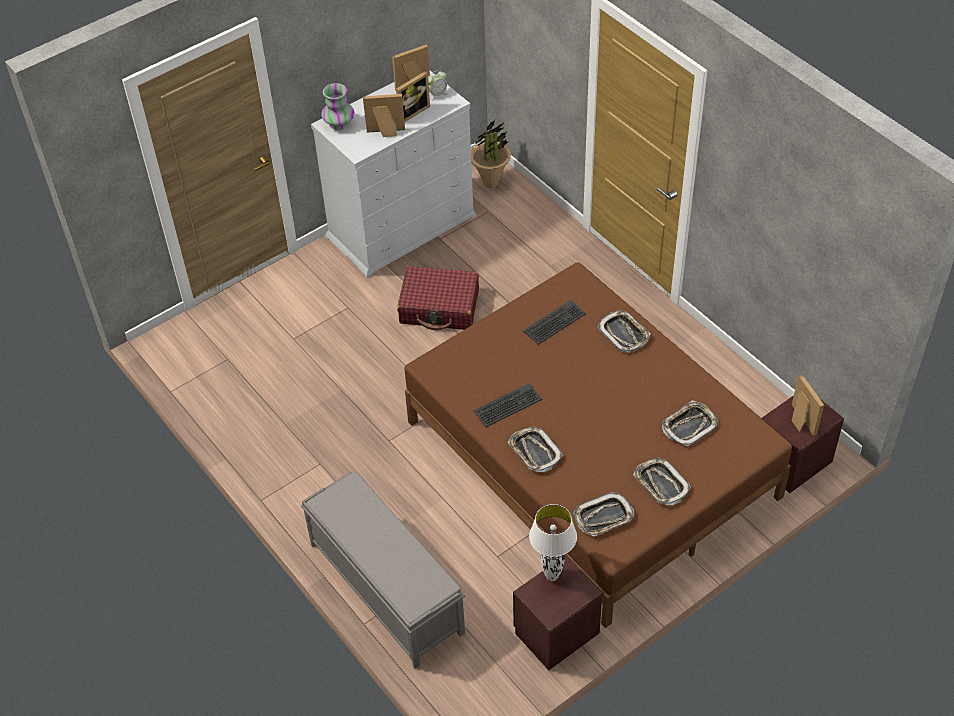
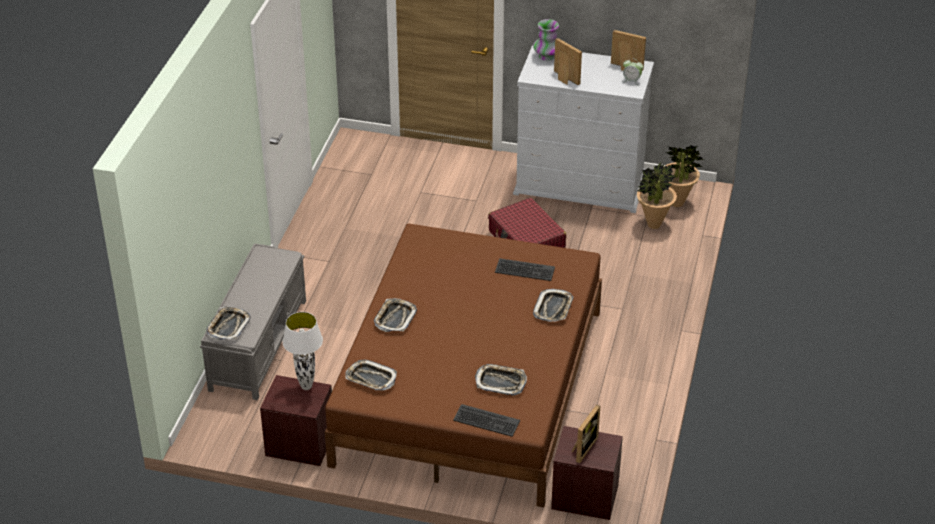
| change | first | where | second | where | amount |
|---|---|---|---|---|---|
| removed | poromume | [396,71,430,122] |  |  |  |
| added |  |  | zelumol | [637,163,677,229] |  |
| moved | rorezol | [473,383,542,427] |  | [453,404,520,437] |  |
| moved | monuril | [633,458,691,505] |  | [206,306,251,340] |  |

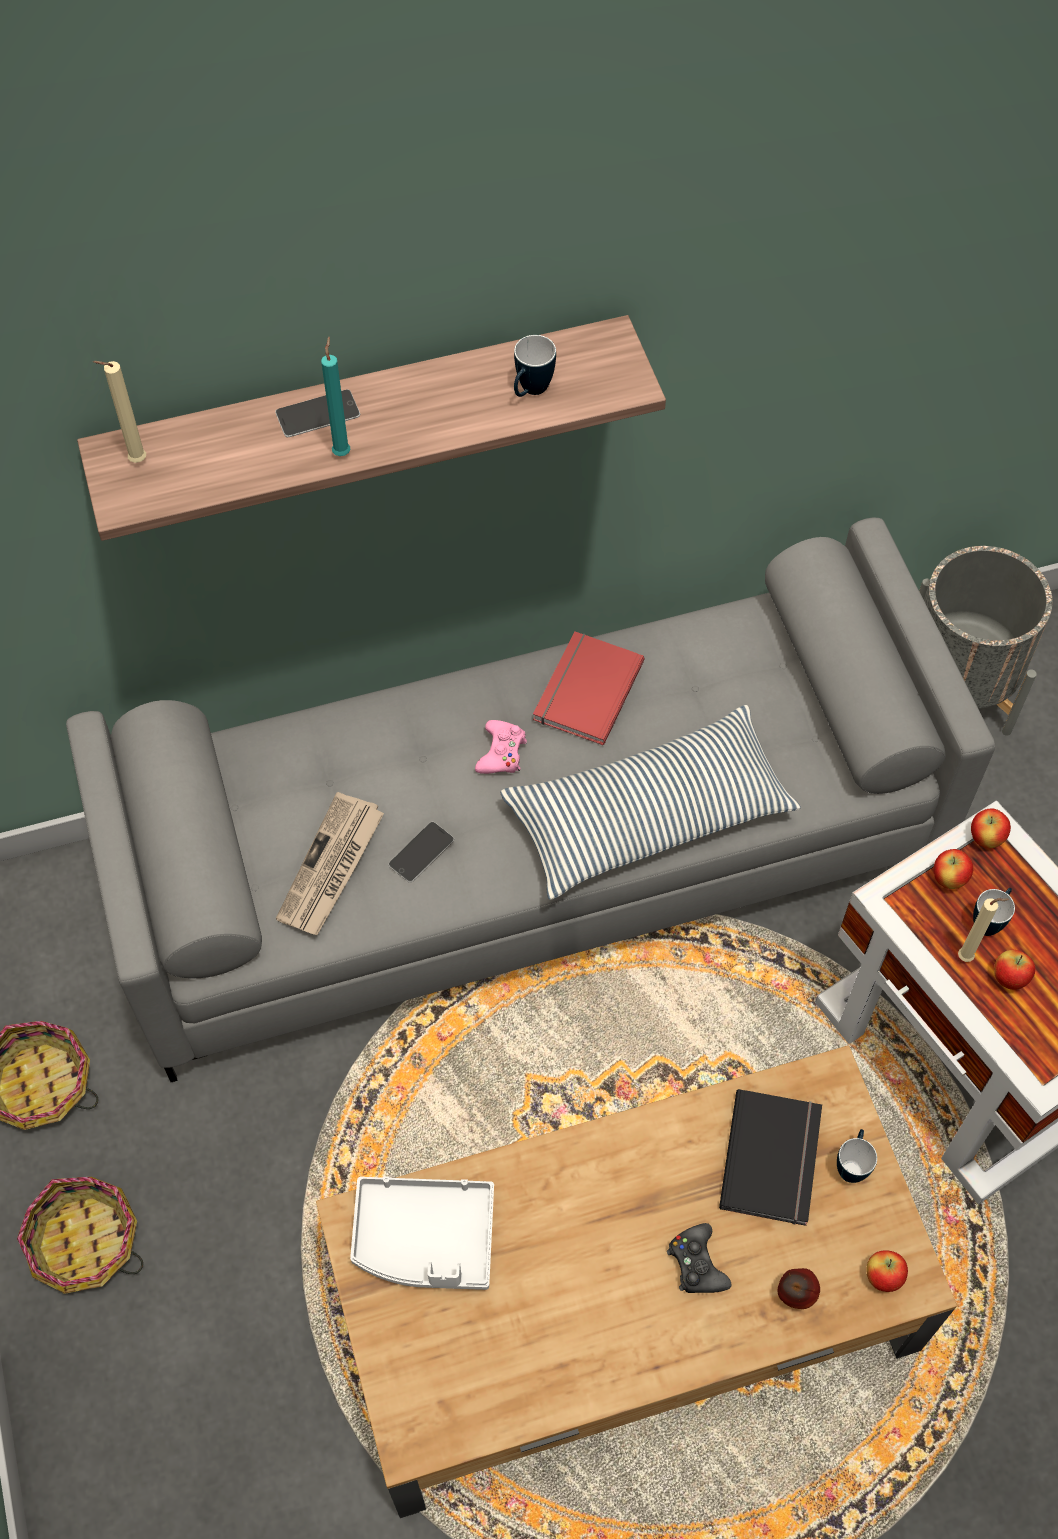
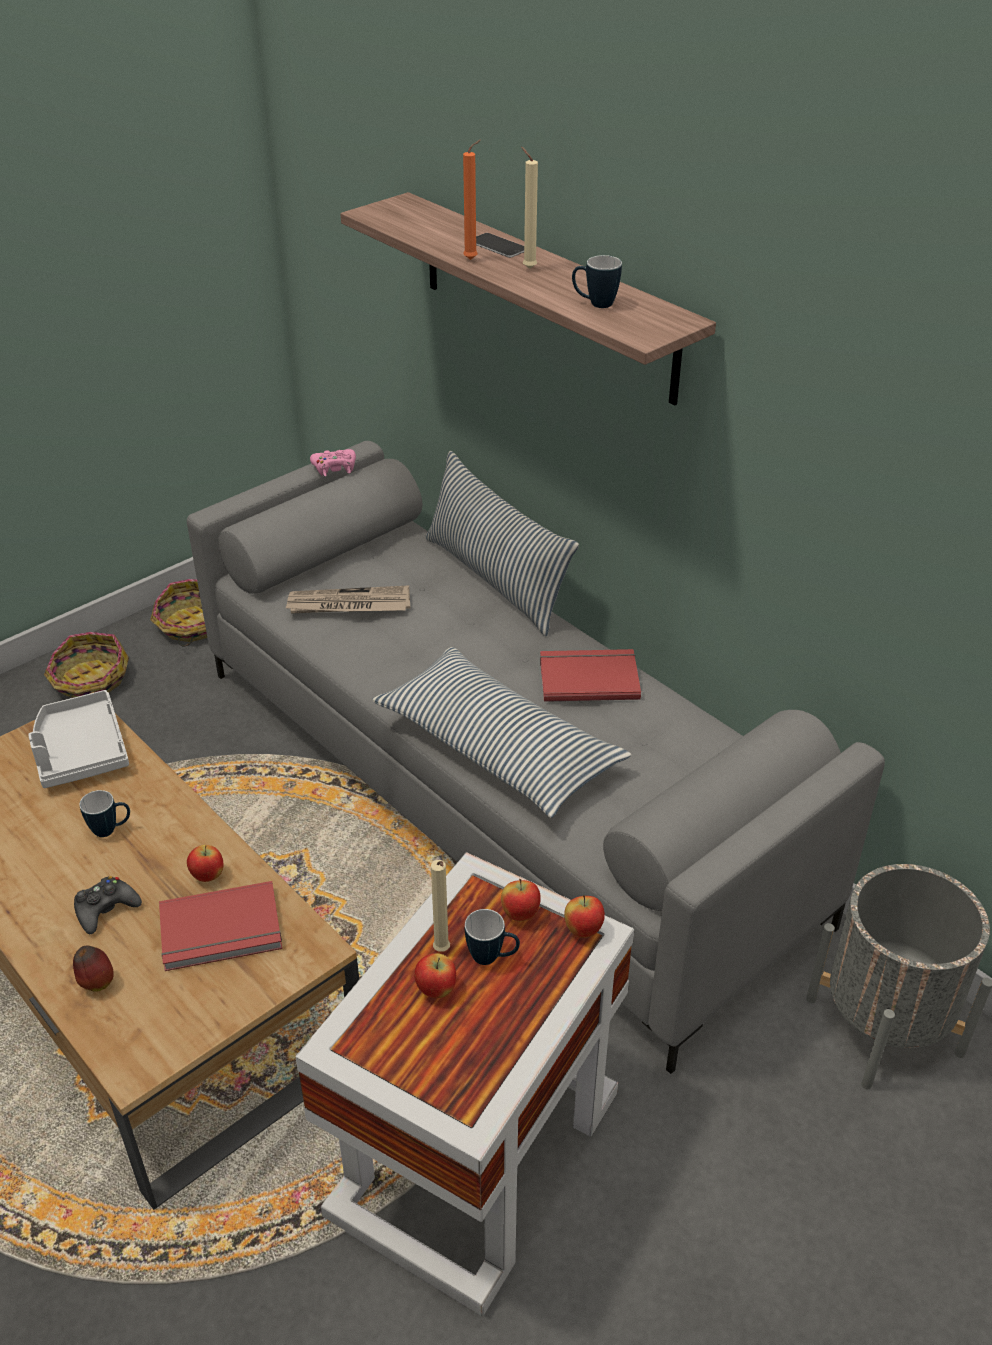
| change | first | where | second | where | amount |
|---|---|---|---|---|---|
| removed | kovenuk | [388,822,454,883] |  |  |  |
| added |  |  | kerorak | [425,451,579,636] |  |
| moved | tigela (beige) | [93,361,146,463] |  | [521,147,538,269] |  |
| moved | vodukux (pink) | [475,720,527,774] |  | [310,449,356,476] |  |
| moved | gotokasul | [837,1129,877,1183] |  | [79,790,130,837] |  |
| moved | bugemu | [866,1250,908,1292] |  | [187,845,224,882] |  |
| recoloured | tigela (turquoise) | [321,337,351,456] | tigela (orange) | [463,140,481,260] |  |
| recoloured | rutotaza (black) | [719,1089,822,1226] | rutotaza (red) | [159,881,282,971] |  |

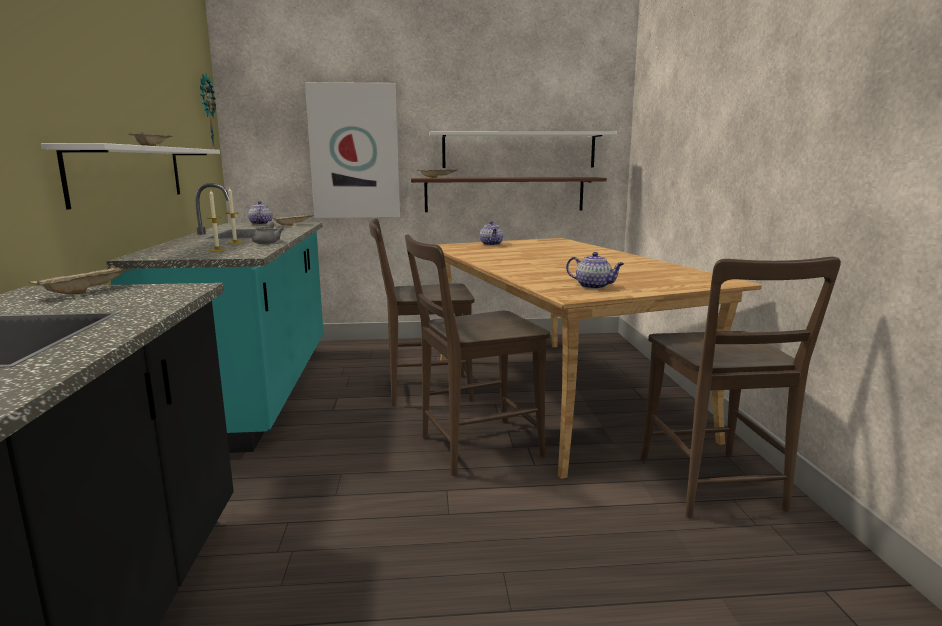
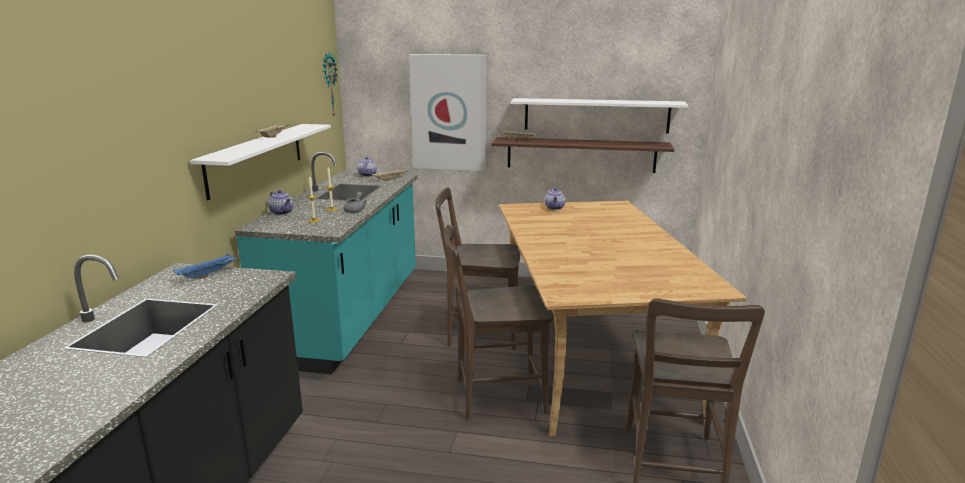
| change | first | where | second | where | amount |
|---|---|---|---|---|---|
| moved | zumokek | [566,252,624,289] |  | [268,190,294,215] |  |
| recoloured | monuril (beige) | [28,265,134,294] | monuril (blue) | [173,253,240,279] |  |

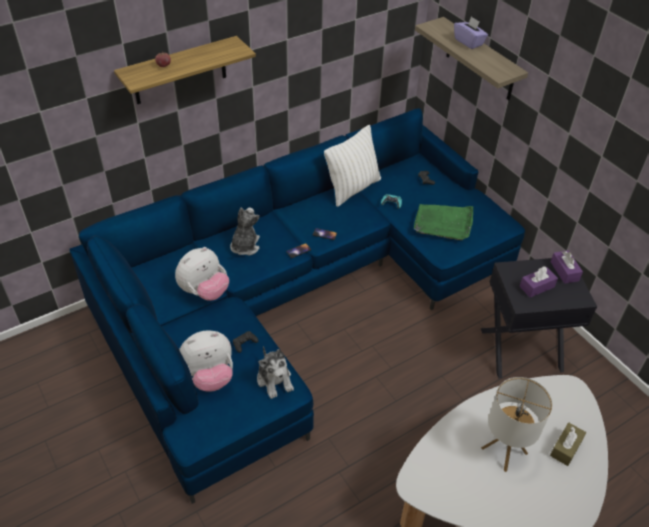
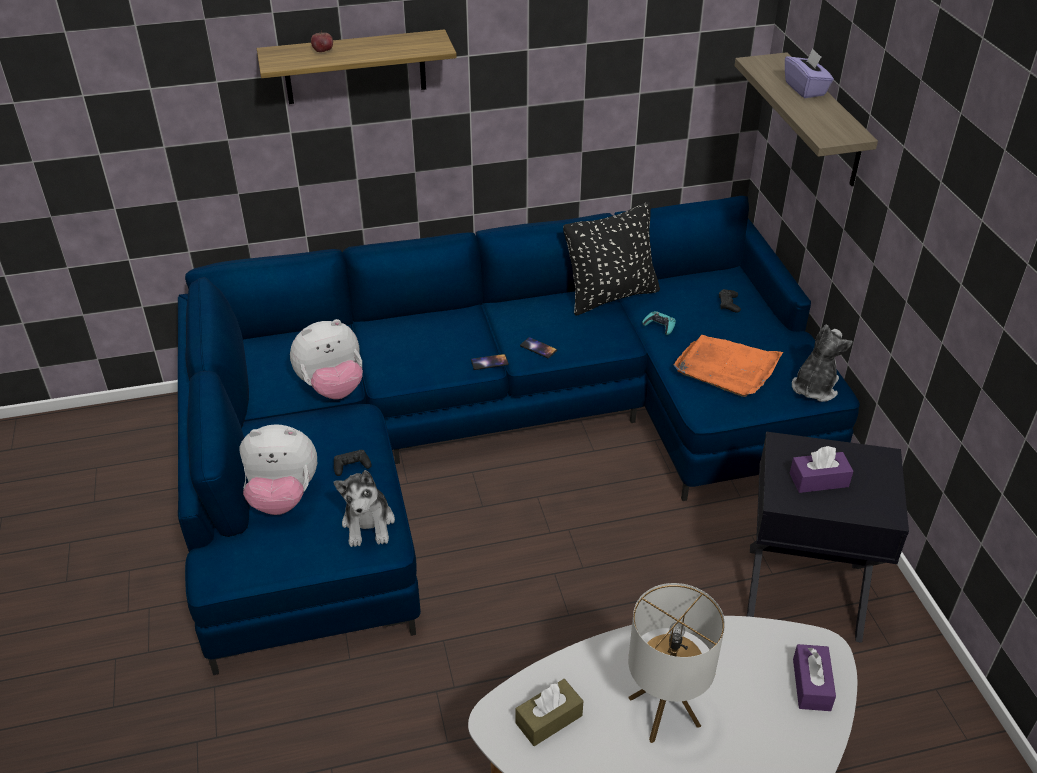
| change | first | where | second | where | amount |
|---|---|---|---|---|---|
| moved | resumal | [230,208,260,256] |  | [792,324,853,402] |  |
| moved | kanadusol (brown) | [550,422,586,466] |  | [515,679,583,746] |  |
| moved | kanadusol (purple) | [551,250,583,284] |  | [793,644,836,711] |  |
| recoloured | kerorak (white) | [324,125,381,207] | kerorak (black) | [563,202,660,316] |  |
| recoloured | monuril (green) | [414,204,473,240] | monuril (orange) | [674,335,783,397] |  |

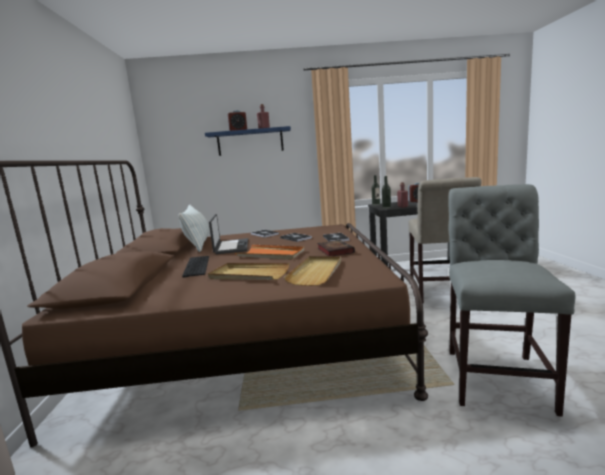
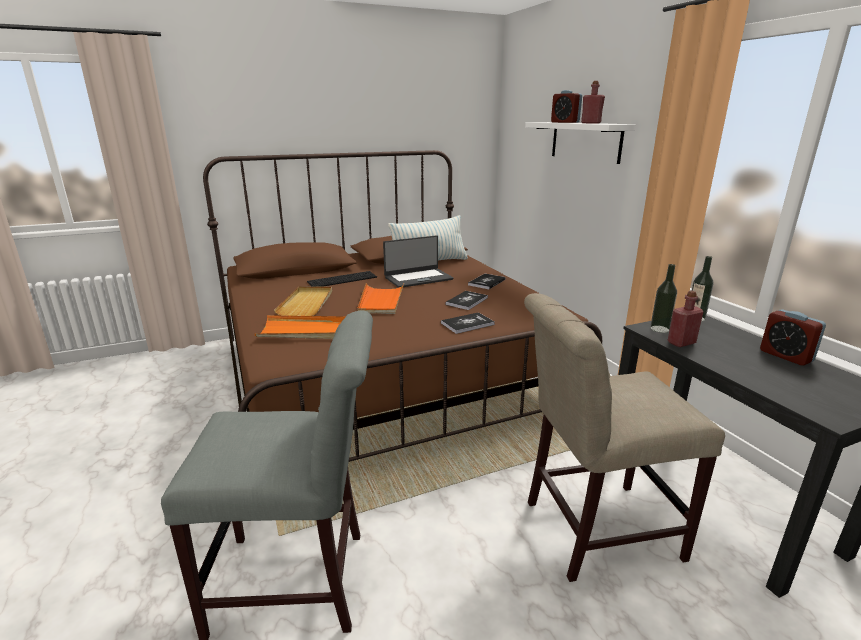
| change | first | where | second | where | amount |
|---|---|---|---|---|---|
| removed | rutotaza | [317,240,355,256] |  |  |  |
| recoloured | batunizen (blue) | [205,126,291,156] | batunizen (white) | [525,122,636,164] |  |
| recoloured | monuril (beige) | [284,256,341,286] | monuril (orange) | [254,315,345,339] |  |

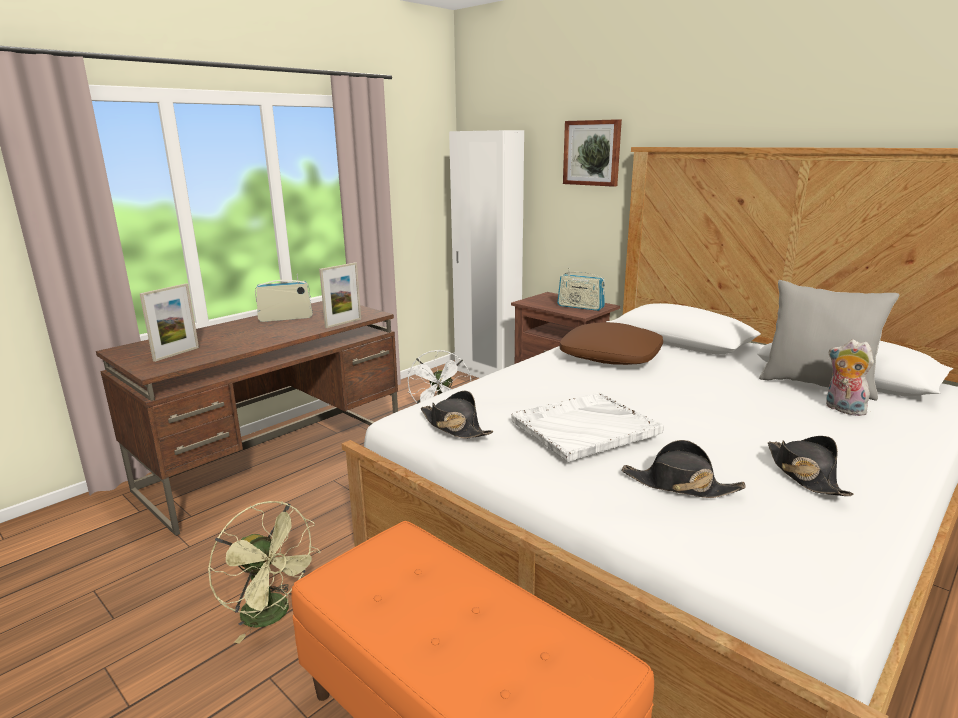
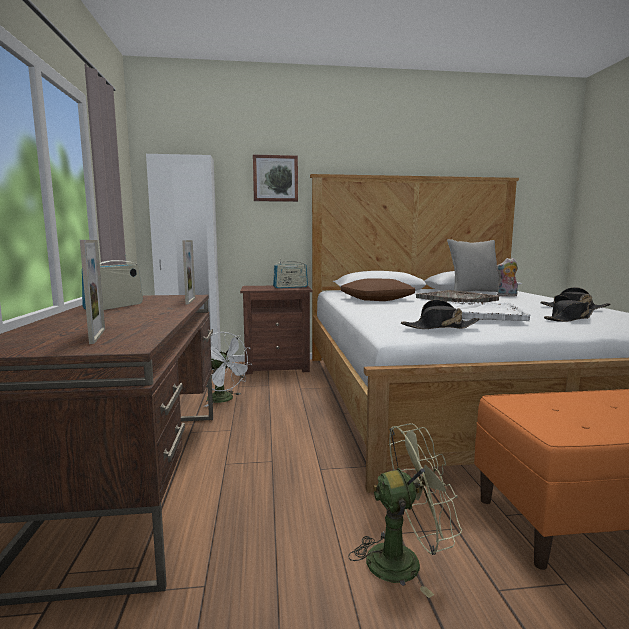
| change | first | where | second | where | amount |
|---|---|---|---|---|---|
| added |  |  | monuril (grey) | [416,290,499,304] |  |

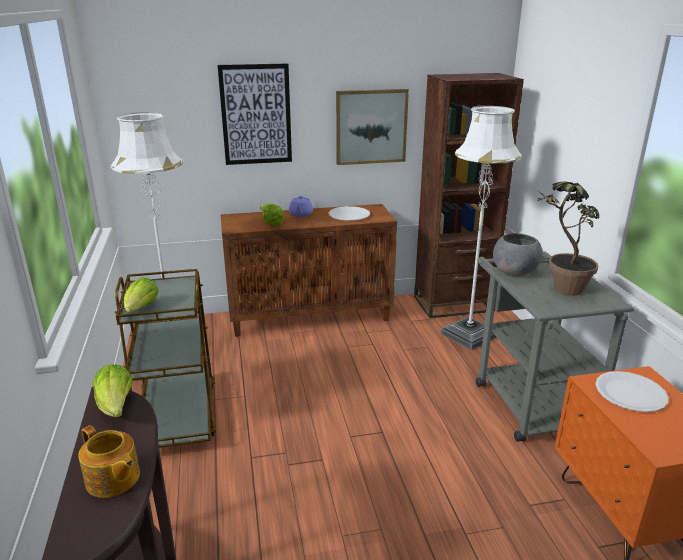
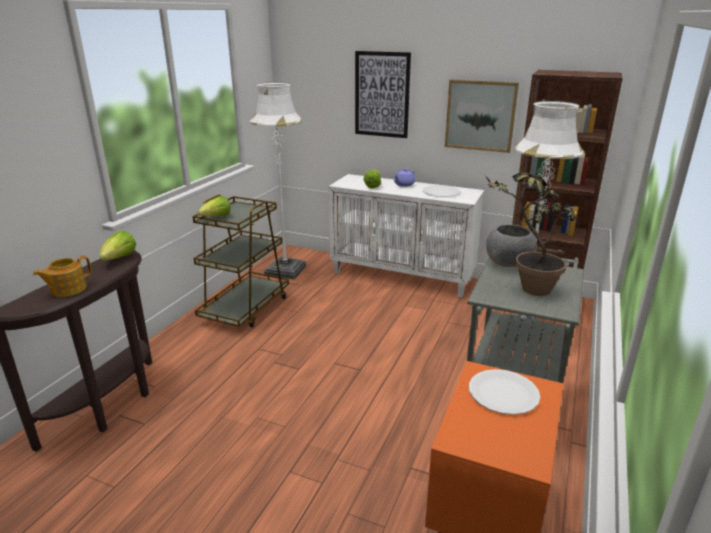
| change | first | where | second | where | amount |
|---|---|---|---|---|---|
| recoloured | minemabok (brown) | [221,204,397,337] | minemabok (white) | [328,174,485,297] |  |
| turned | zumokek | [78,425,140,498] |  | [33,256,92,297] | 60 degrees clockwise |

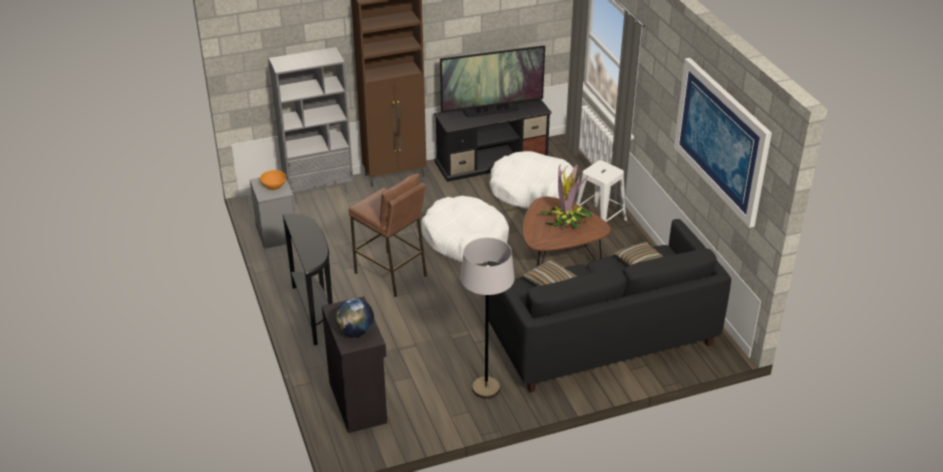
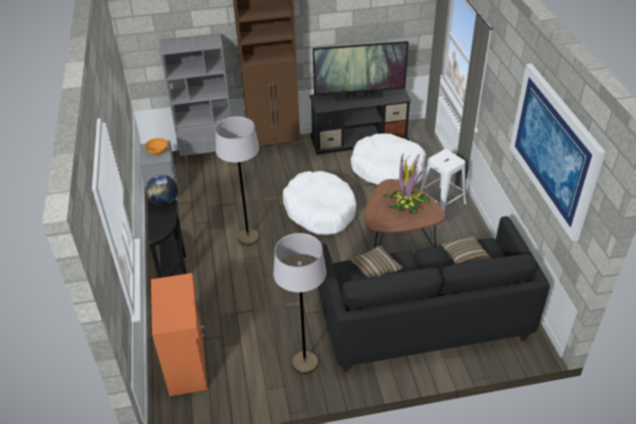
| change | first | where | second | where | amount |
|---|---|---|---|---|---|
| moved | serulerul | [335,298,374,337] |  | [146,175,178,206] |  |
| replaced | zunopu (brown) | [348,174,427,297] | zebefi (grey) | [215,116,259,246] |  |
| recoloured | minemabok (black) | [322,296,387,433] | minemabok (orange) | [151,273,207,396] |  |

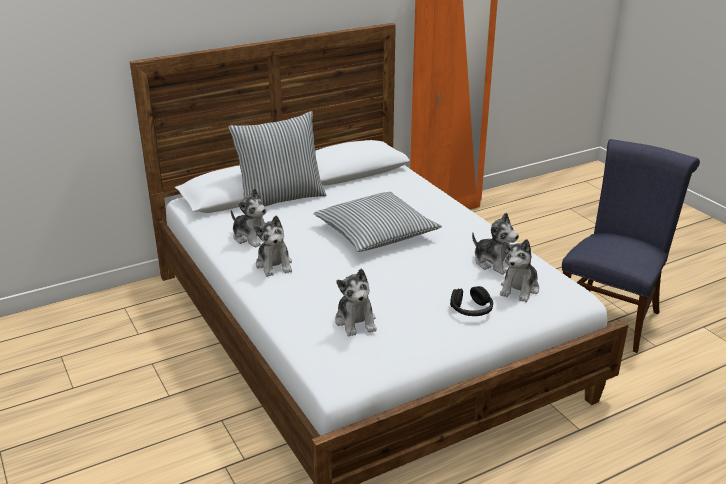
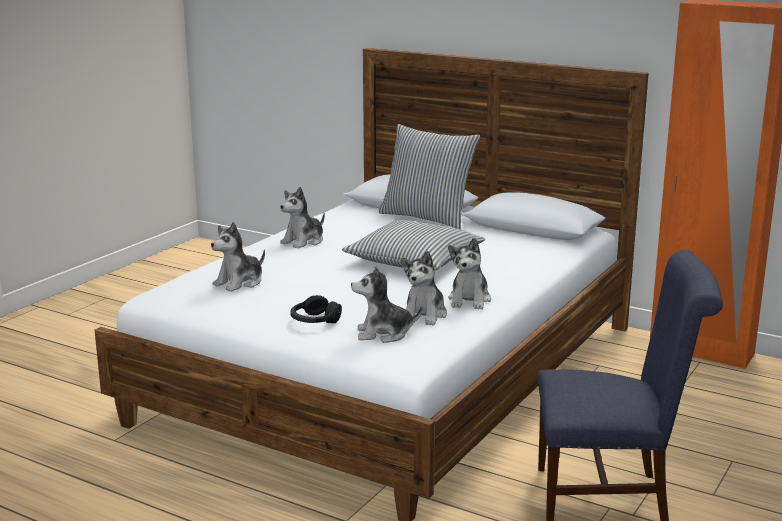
| change | first | where | second | where | amount |
|---|---|---|---|---|---|
| moved | resumal | [231,189,267,248] |  | [448,238,491,310] |  |

